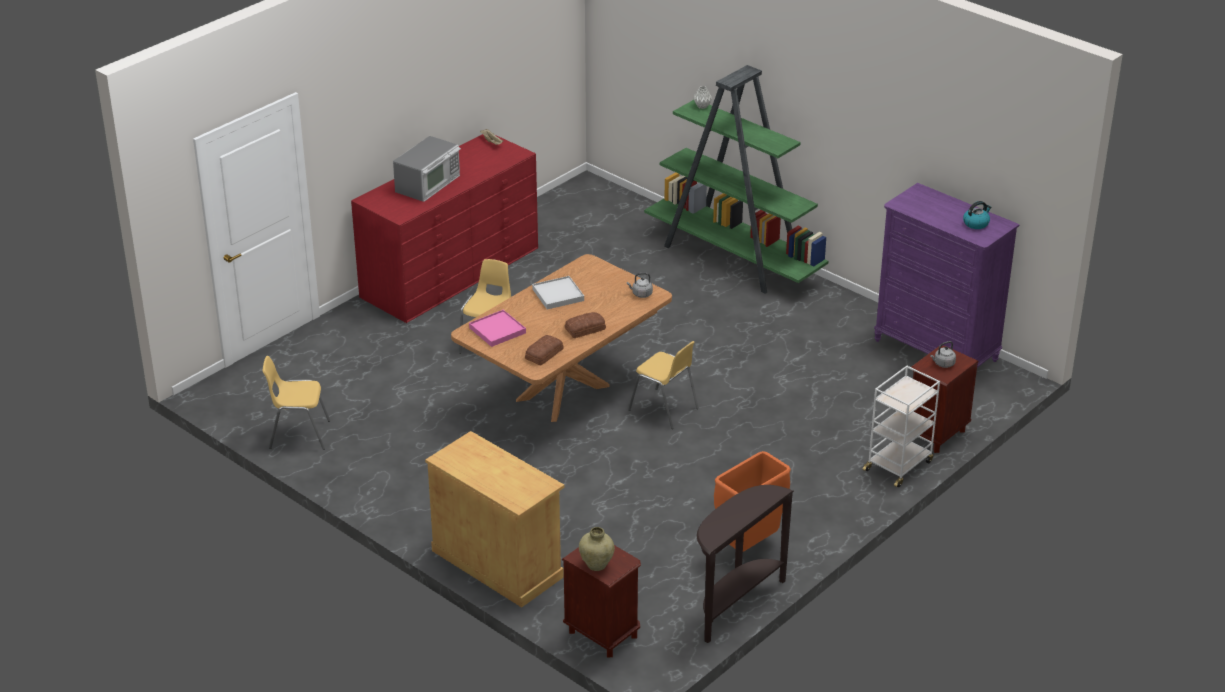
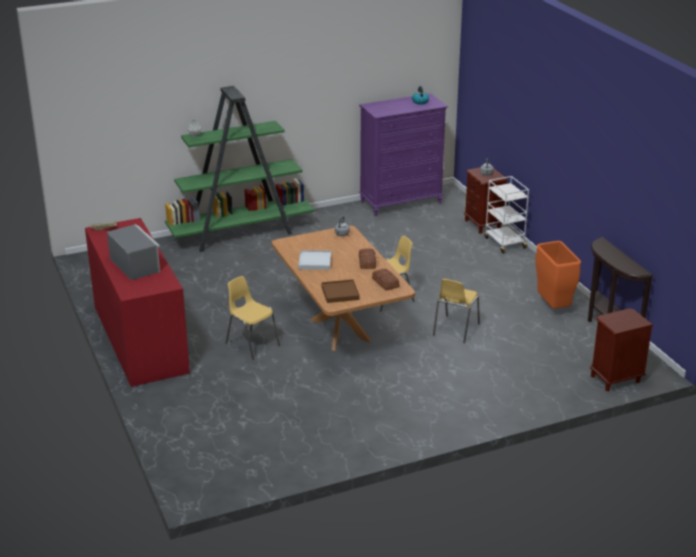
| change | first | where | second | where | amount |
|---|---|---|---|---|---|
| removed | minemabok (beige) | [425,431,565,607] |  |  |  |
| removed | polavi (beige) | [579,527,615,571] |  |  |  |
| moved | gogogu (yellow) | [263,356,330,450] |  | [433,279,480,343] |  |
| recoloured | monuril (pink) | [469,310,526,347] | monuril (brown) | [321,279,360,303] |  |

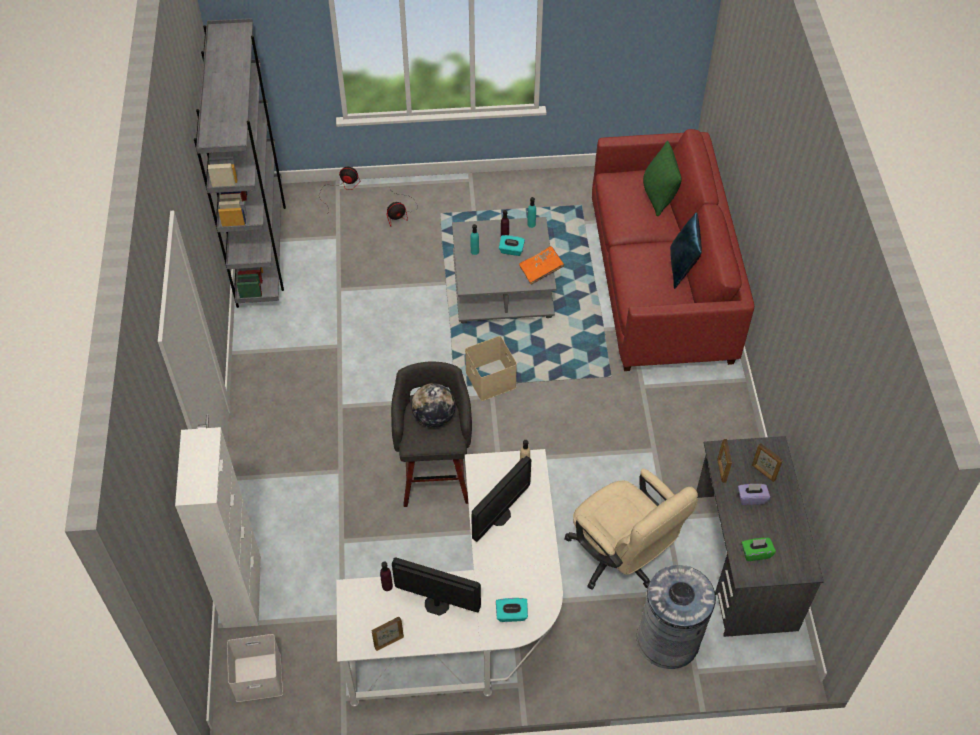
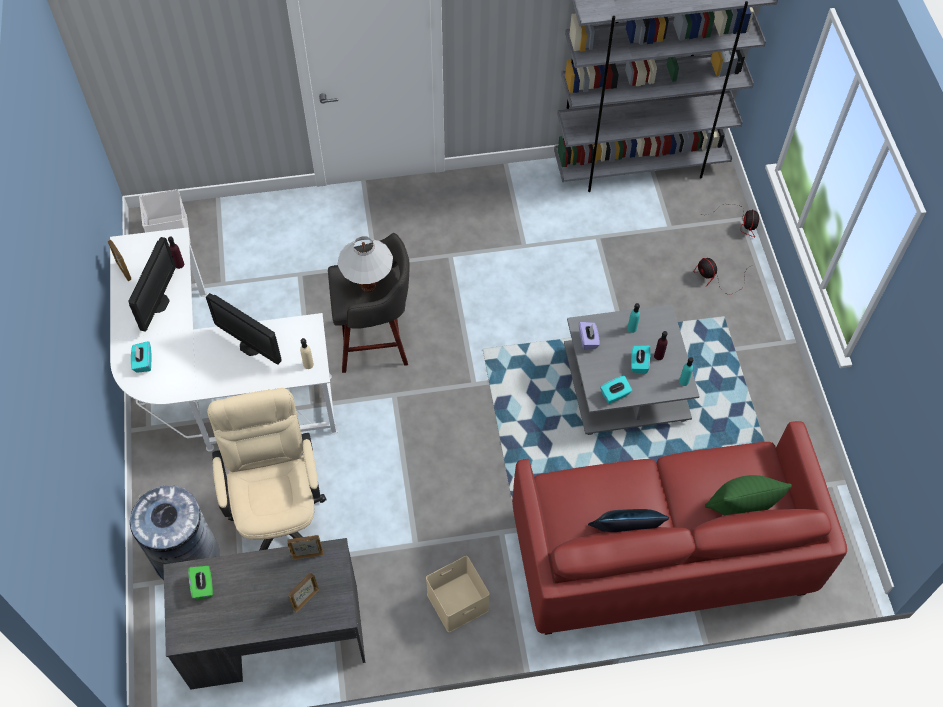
| change | first | where | second | where | amount |
|---|---|---|---|---|---|
| removed | minemabok (white) | [175,427,261,628] |  |  |  |
| moved | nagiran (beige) | [465,336,517,401] |  | [426,556,490,632] |  |
| moved | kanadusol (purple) | [738,484,770,505] |  | [579,322,600,350] |  |
| replaced | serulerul | [411,383,456,428] | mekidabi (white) | [337,236,393,292] |  |
| replaced | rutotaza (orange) | [519,246,564,285] | kanadusol (turquoise) | [600,376,632,404] |  |
| turned | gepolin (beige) | [564,469,698,590] |  | [207,388,327,551] | 120 degrees clockwise |

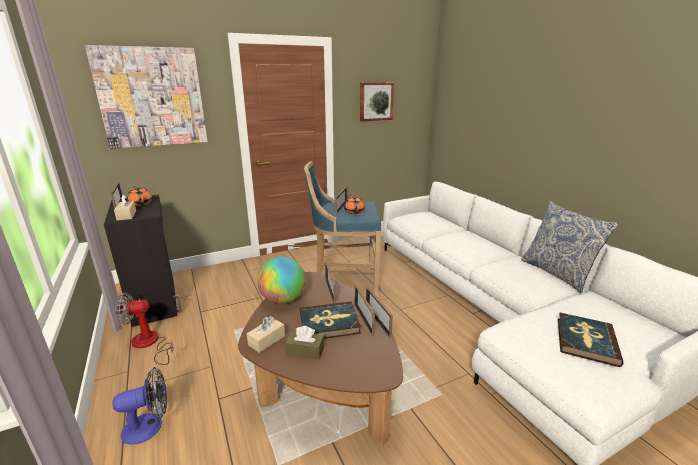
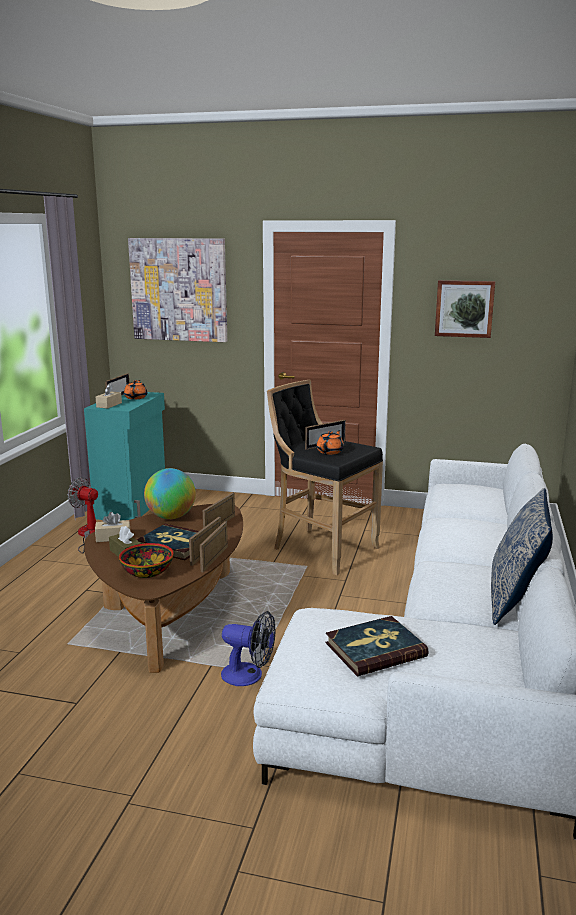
| change | first | where | second | where | amount |
|---|---|---|---|---|---|
| added |  |  | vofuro | [119,543,174,578] |  |
| moved | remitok | [112,367,167,445] |  | [221,611,275,686] |  |
| recoloured | minemabok (black) | [104,195,182,327] | minemabok (turquoise) | [84,392,165,520] |  |
| recoloured | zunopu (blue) | [304,161,381,297] | zunopu (black) | [267,380,383,575] |  |

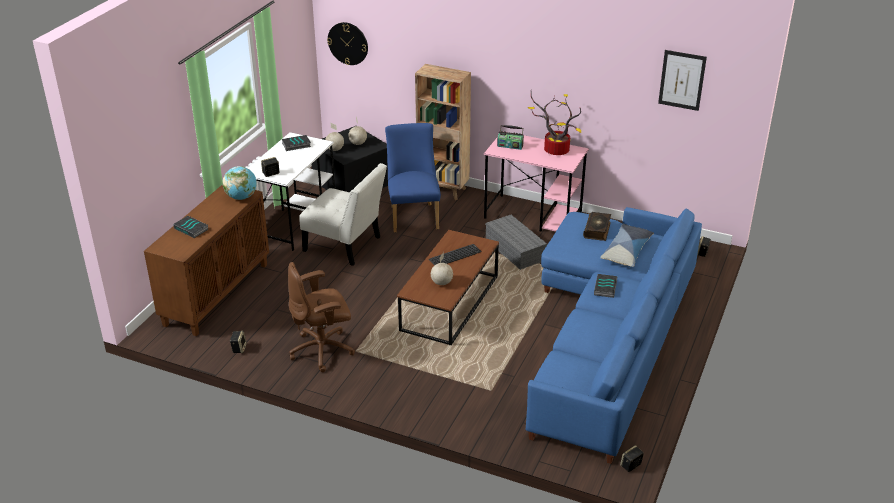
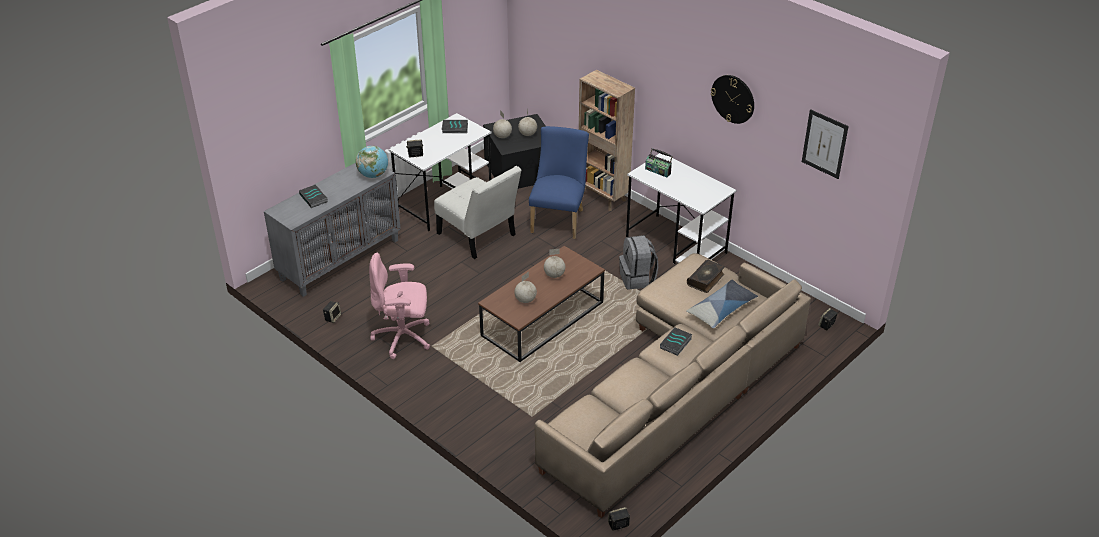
| change | first | where | second | where | amount |
|---|---|---|---|---|---|
| removed | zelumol | [528,94,581,155] |  |  |  |
| moved | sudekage | [327,22,368,65] |  | [711,75,754,124] |  |
| replaced | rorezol | [429,244,482,265] | serulerul | [544,249,565,278] |  |
| replaced | nagiran (grey) | [485,215,547,270] | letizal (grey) | [619,235,658,290] |  |
| recoloured | minemabok (brown) | [144,184,269,336] | minemabok (grey) | [264,163,401,297] |  |
| recoloured | gepolin (brown) | [288,262,355,372] | gepolin (pink) | [369,253,430,359] |  |
| recoloured | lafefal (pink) | [484,131,589,232] | lafefal (white) | [626,153,737,264] |  |
| recoloured | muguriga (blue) | [526,207,702,464] | muguriga (beige) | [534,253,811,518] |  |

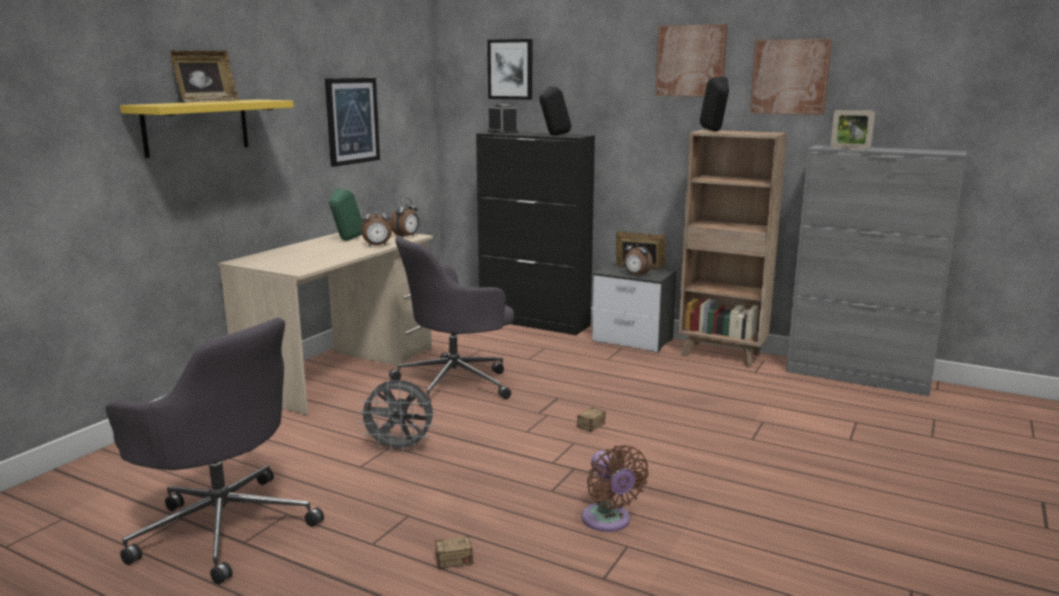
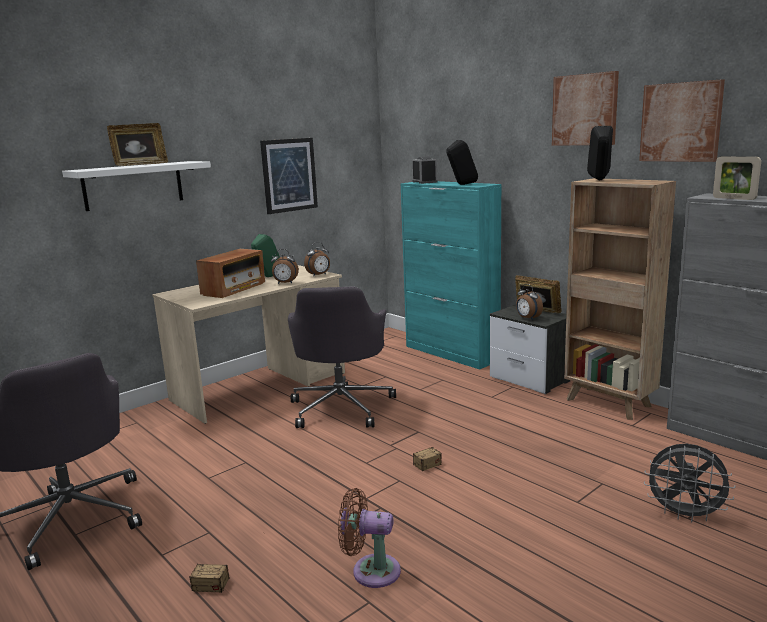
| change | first | where | second | where | amount |
|---|---|---|---|---|---|
| removed | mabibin | [487,39,532,100] |  |  |  |
| added |  |  | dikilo | [196,249,265,298] |  |
| moved | remitok (grey) | [357,380,435,453] |  | [644,444,736,522] |  |
| recoloured | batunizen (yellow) | [120,100,294,158] | batunizen (white) | [62,161,211,211] |  |
| recoloured | minemabok (black) | [476,132,595,335] | minemabok (turquoise) | [401,181,502,370] |  |
| turned | gepolin (grey) | [389,236,514,407] |  | [288,286,396,428] | 75 degrees counterclockwise |
| turned | remitok (brown) | [582,445,649,532] |  | [338,488,401,588] | 105 degrees clockwise |

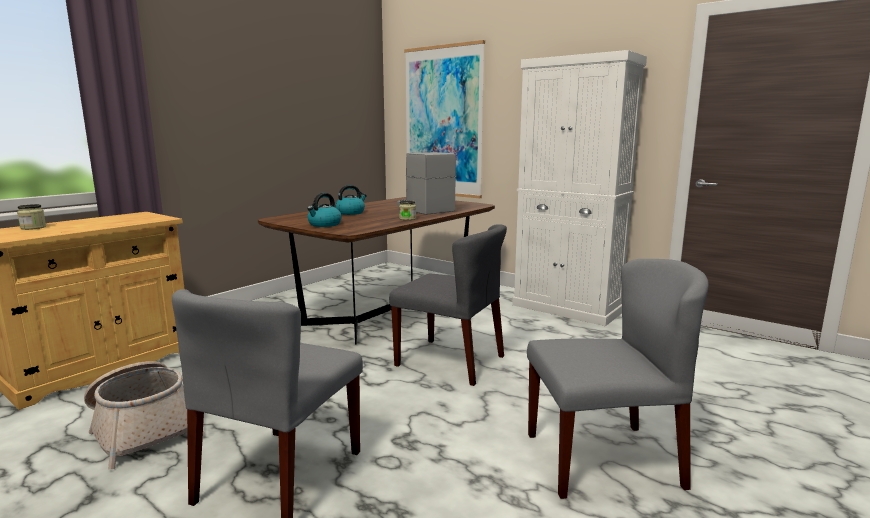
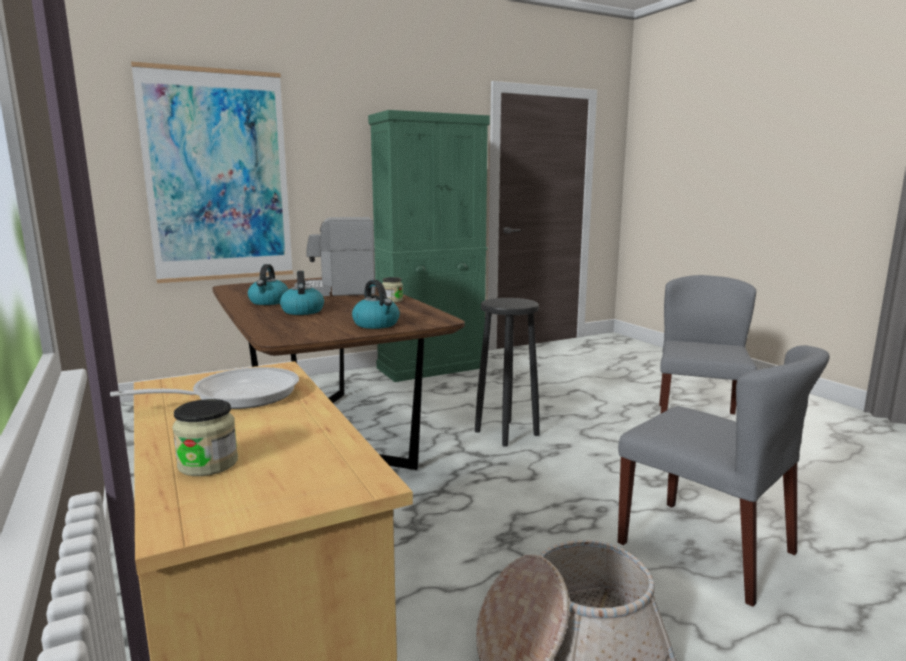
| change | first | where | second | where | amount |
|---|---|---|---|---|---|
| added |  |  | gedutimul | [110,367,299,409] |  |
| added |  |  | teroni | [248,264,289,305] |  |
| replaced | gogogu (grey) | [389,224,507,386] | zunopu (black) | [475,298,539,447] |  |
| recoloured | minemabok (white) | [512,50,647,326] | minemabok (green) | [368,110,490,382] |  |

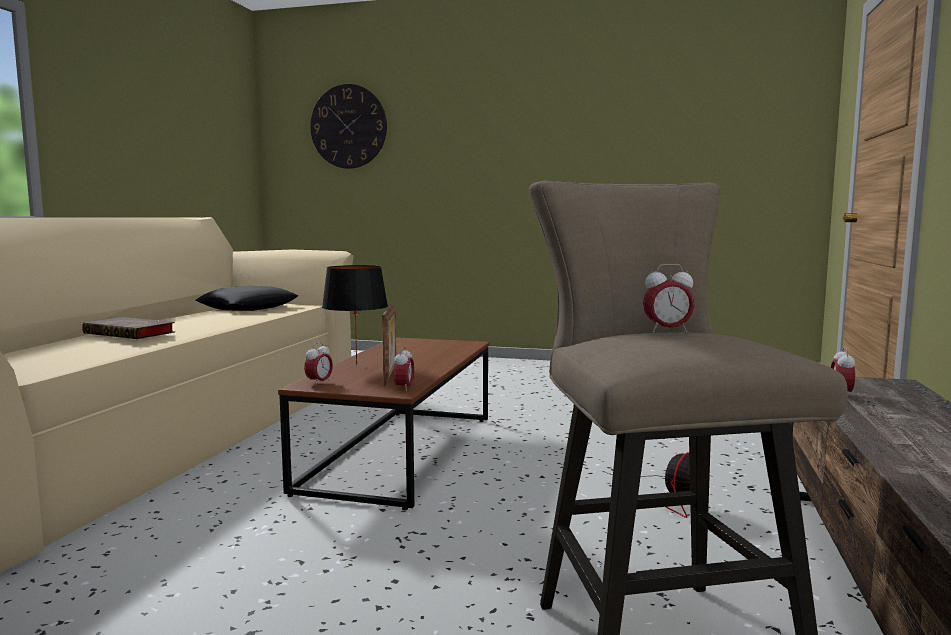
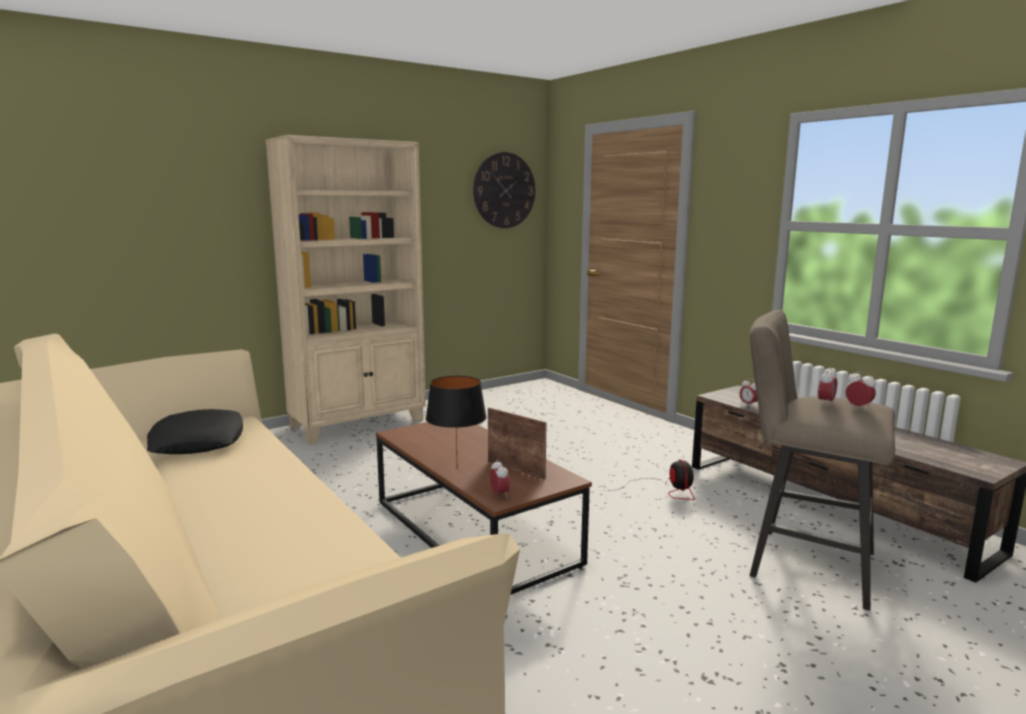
| change | first | where | second | where | amount |
|---|---|---|---|---|---|
| removed | rutotaza | [82,317,175,339] |  |  |  |
| added |  |  | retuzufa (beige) | [266,135,426,444] |  |
| moved | sudekage | [310,84,387,169] |  | [473,152,535,228] |  |
| moved | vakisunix | [393,346,414,391] |  | [845,371,876,409] |  |

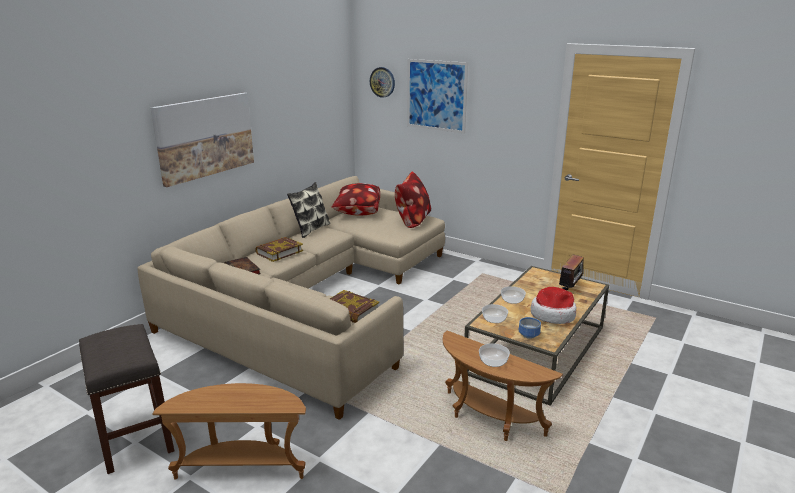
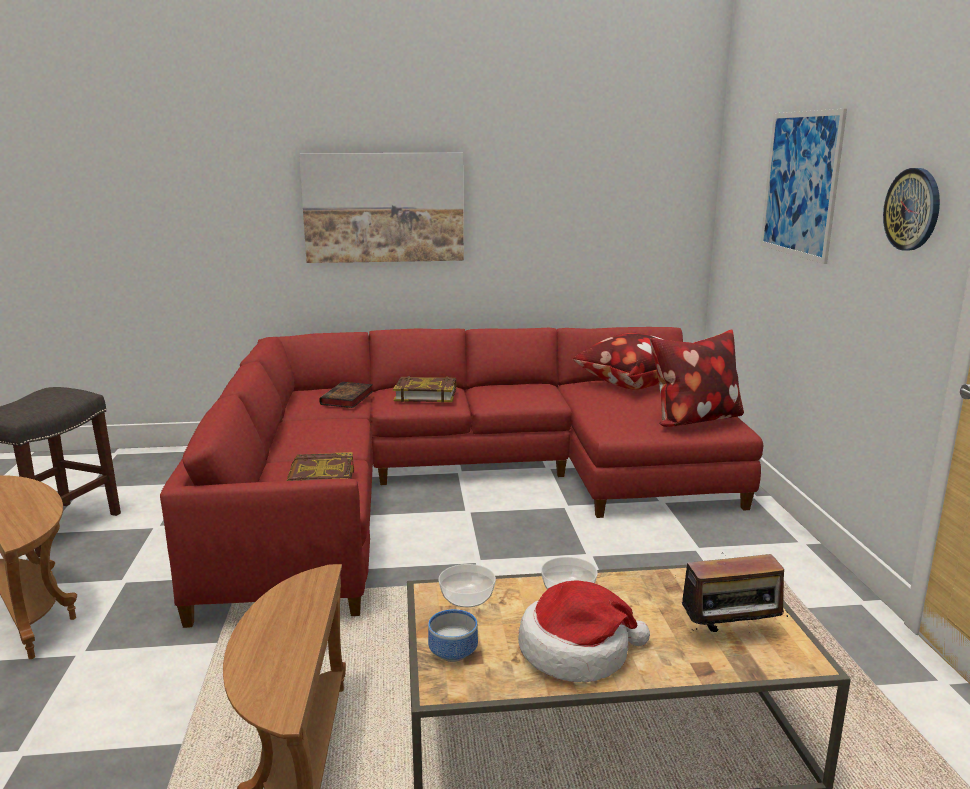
| change | first | where | second | where | amount |
|---|---|---|---|---|---|
| removed | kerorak | [287,182,330,238] |  |  |  |
| removed | vofuro | [479,343,510,367] |  |  |  |
| moved | sudekage | [370,67,395,98] |  | [883,168,940,251] |  |
| recoloured | muguriga (beige) | [137,176,445,420] | muguriga (red) | [160,327,763,628] |  |

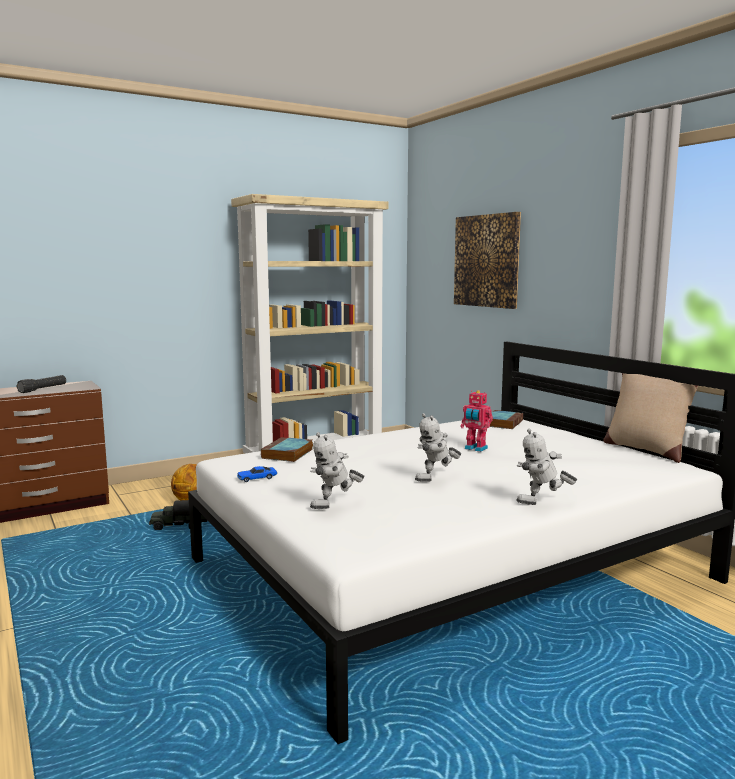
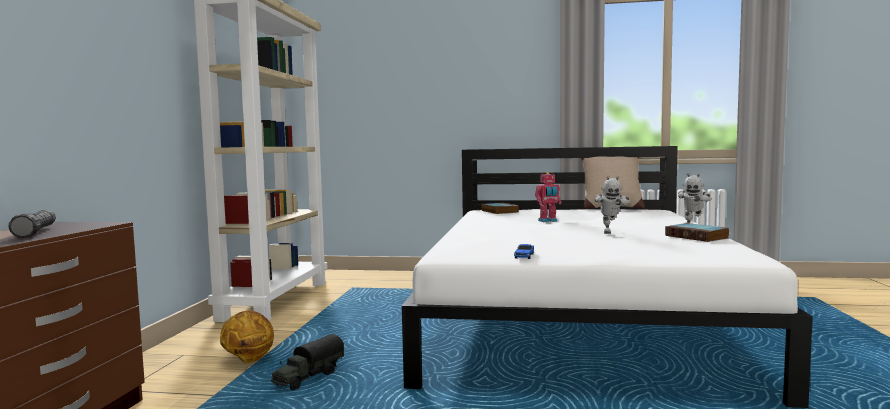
| change | first | where | second | where | amount |
|---|---|---|---|---|---|
| removed | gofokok | [310,432,365,509] |  |  |  |
| removed | mabibin | [454,212,521,309] |  |  |  |
| moved | rutotaza | [261,437,313,462] |  | [665,223,729,242] |  |

